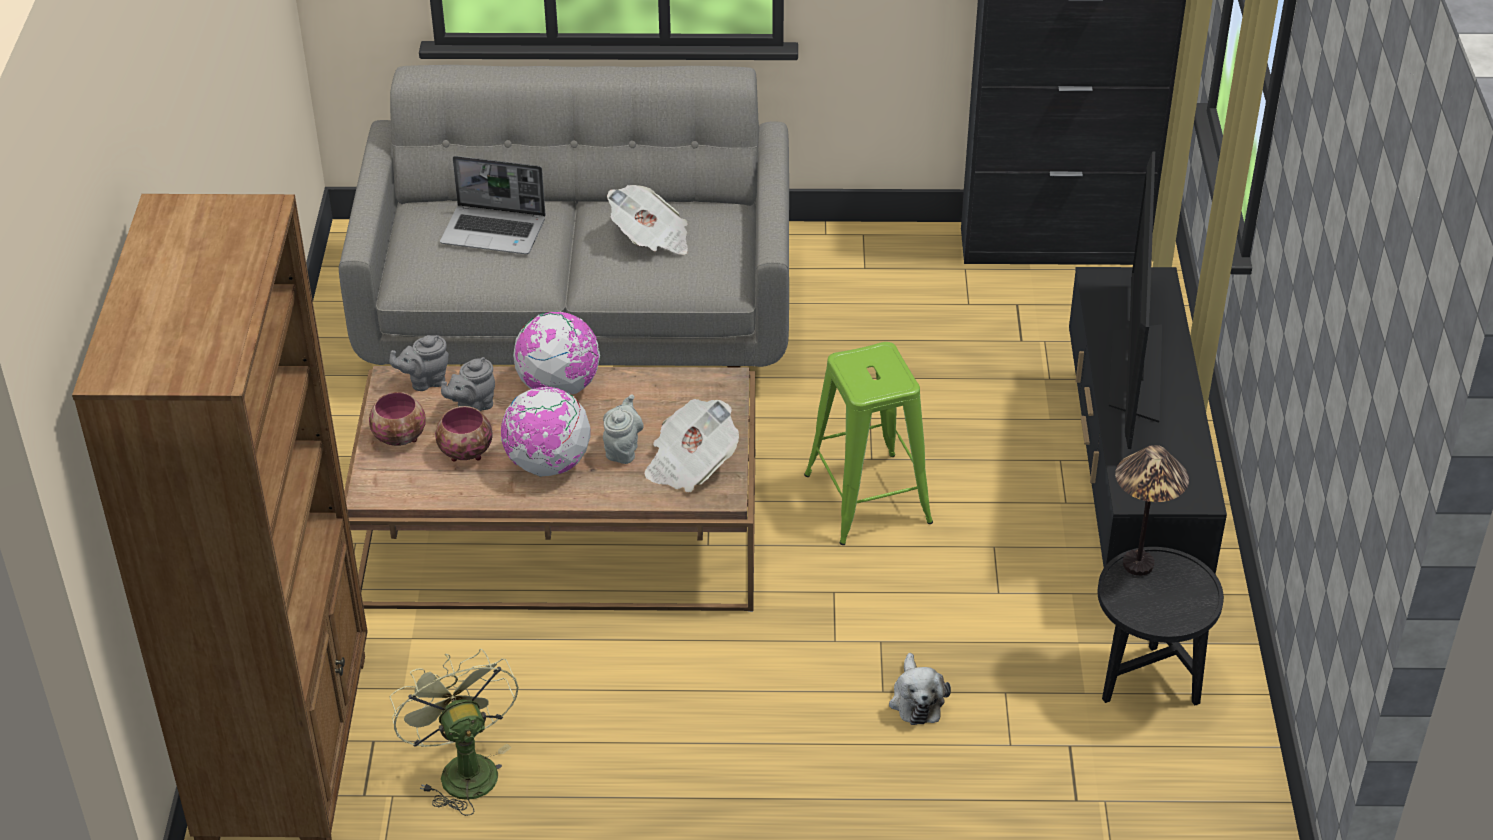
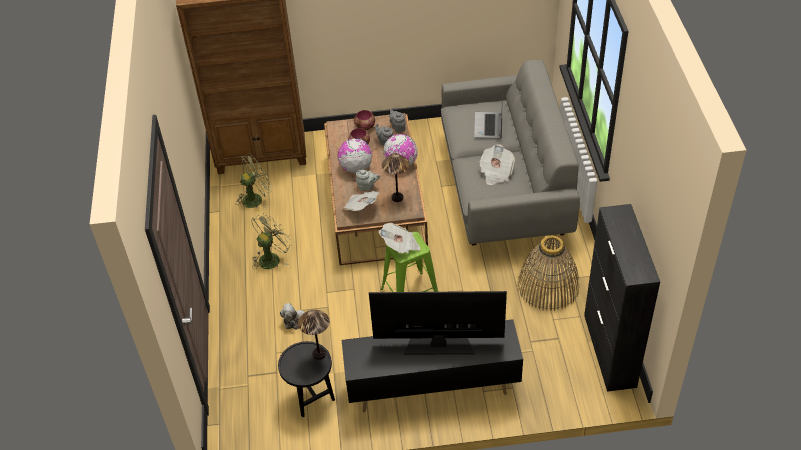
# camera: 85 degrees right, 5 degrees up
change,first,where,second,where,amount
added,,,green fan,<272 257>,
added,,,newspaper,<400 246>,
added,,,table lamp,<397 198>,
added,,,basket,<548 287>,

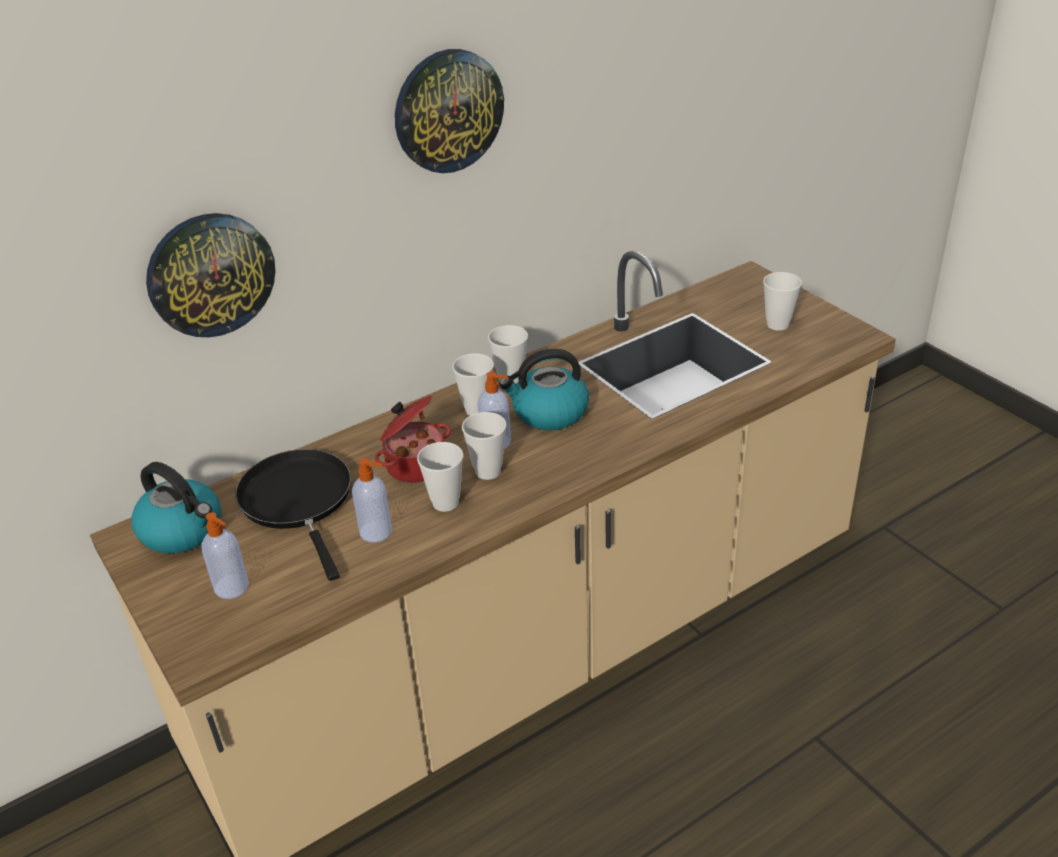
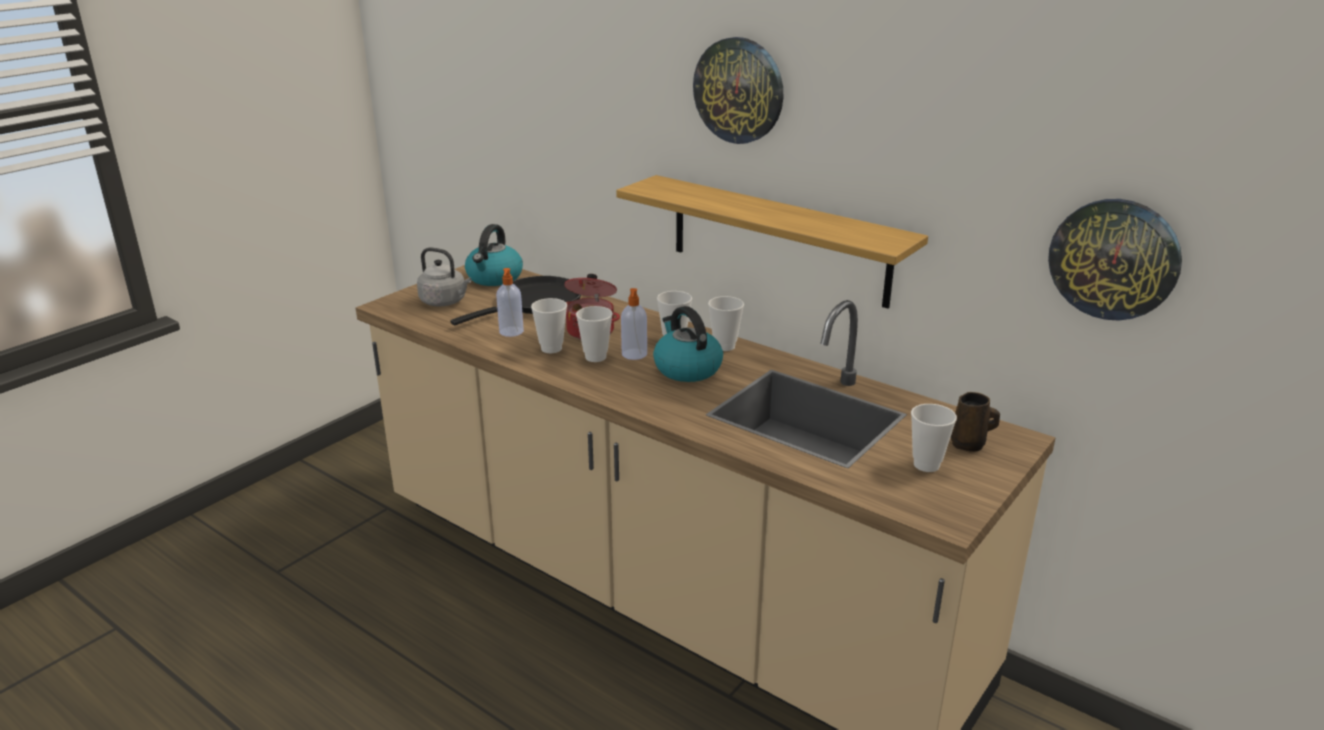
# camera: 70 degrees right, 10 degrees down
change,first,where,second,where,amount
added,,,shelf,<778 240>,
added,,,brown mug,<969 445>,
moved,wall clock,<210 274>,,<1114 259>,
replaced,soap dispenser,<232 587>,grey kettle,<445 302>,

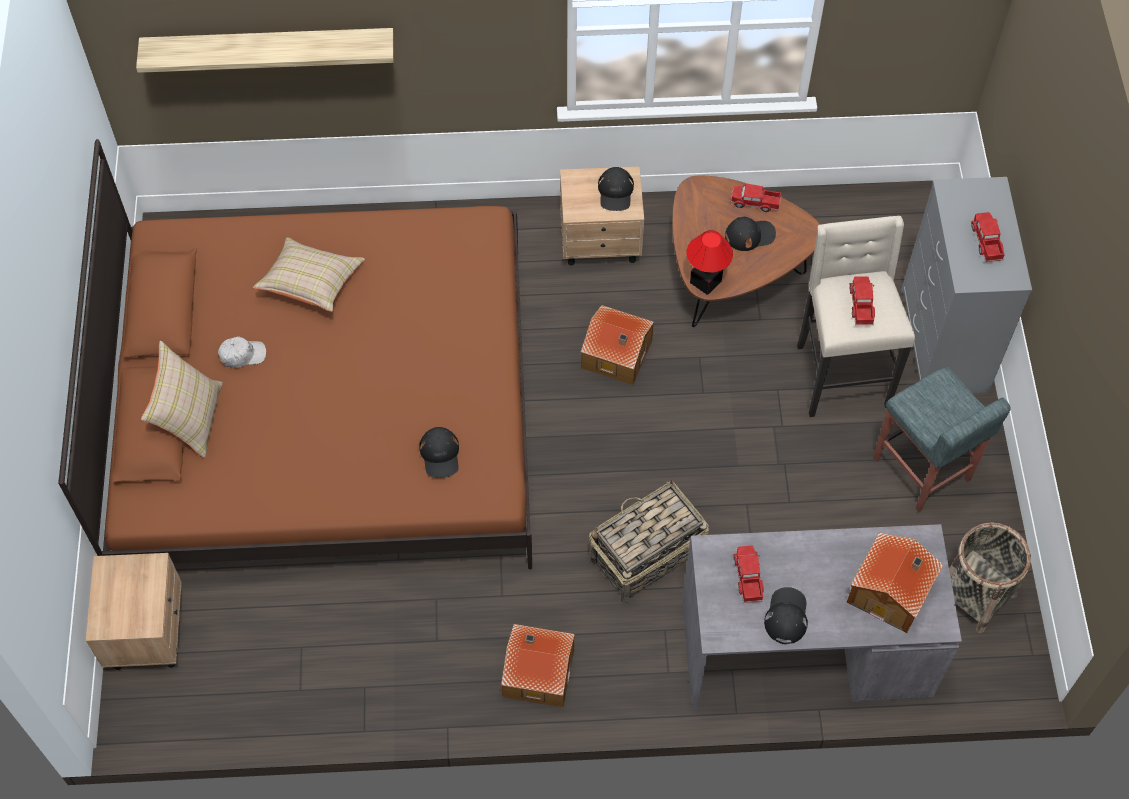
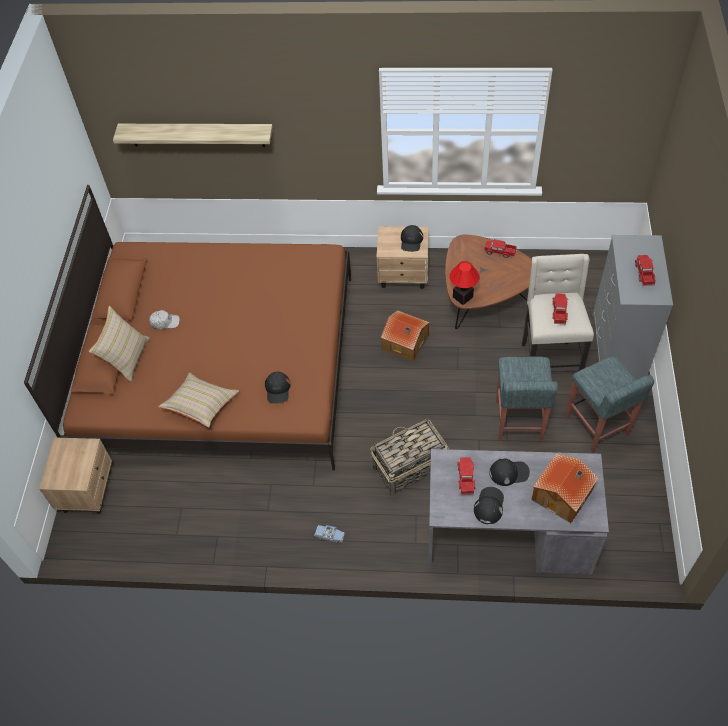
# camera: 10 degrees right, 5 degrees down
change,first,where,second,where,amount
removed,basket,<974 594>,,,
added,,,grey stool,<518 421>,
moved,beige pillow,<311 284>,,<201 406>,
moved,black cap,<750 235>,,<509 472>,
replaced,toy house,<537 671>,blue toy car,<329 535>,

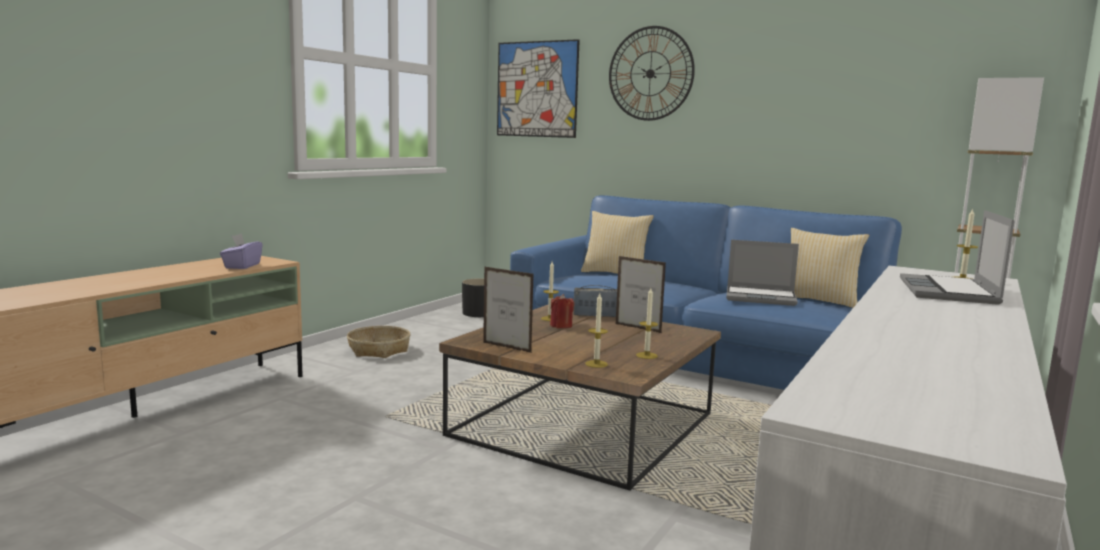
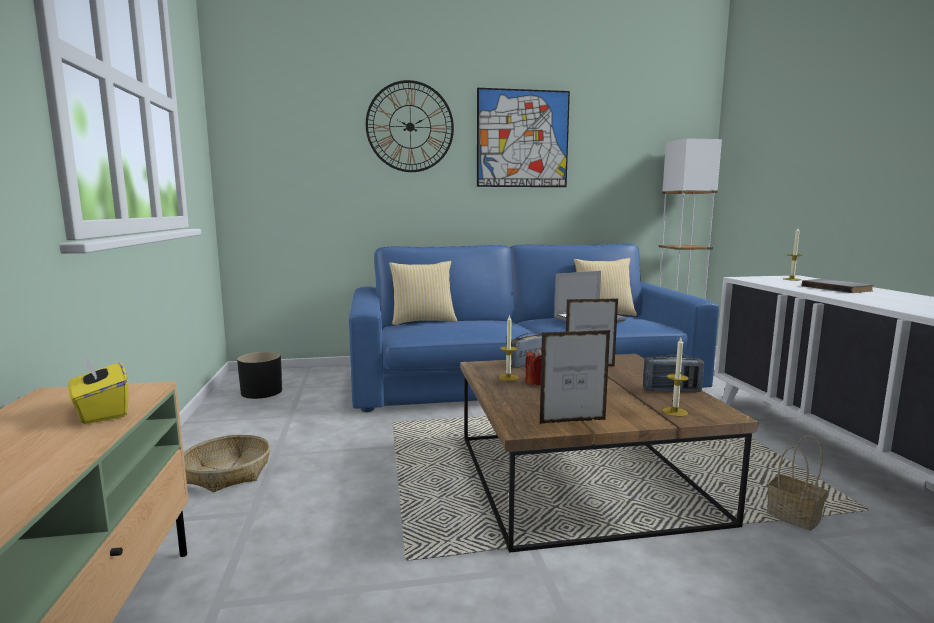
# camera: 40 degrees left, 0 degrees up
change,first,where,second,where,amount
added,,,basket,<795 516>,
moved,picture,<536 89>,,<522 139>,
replaced,candle,<646 355>,radio,<671 390>,
replaced,laptop,<949 292>,grey book,<838 288>,
recoloured,purple tissue box,<242 266>,yellow tissue box,<101 412>,

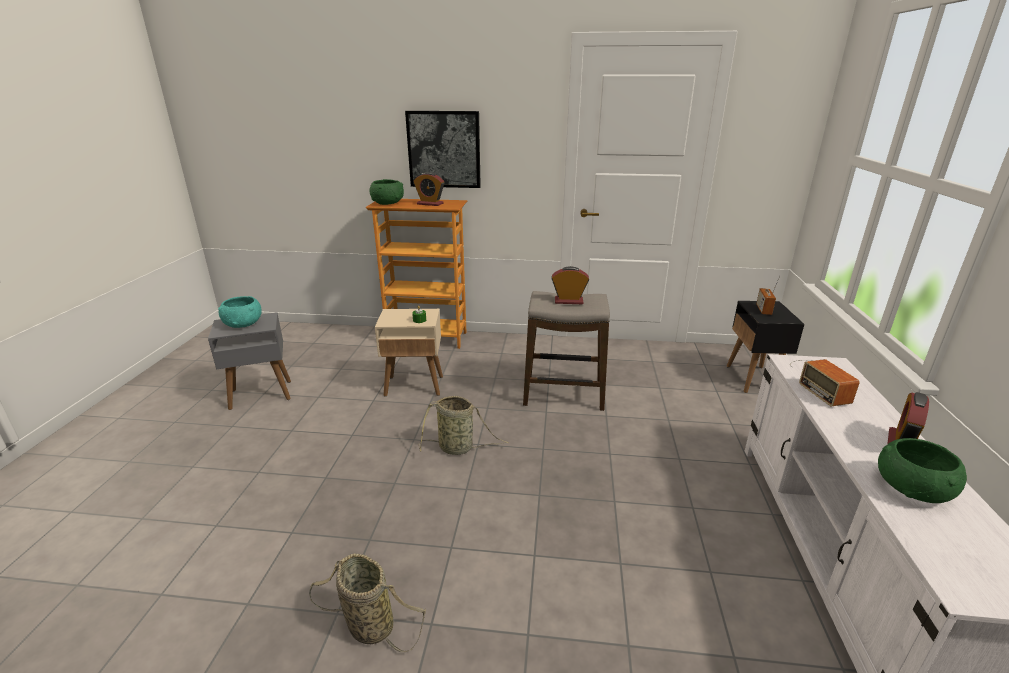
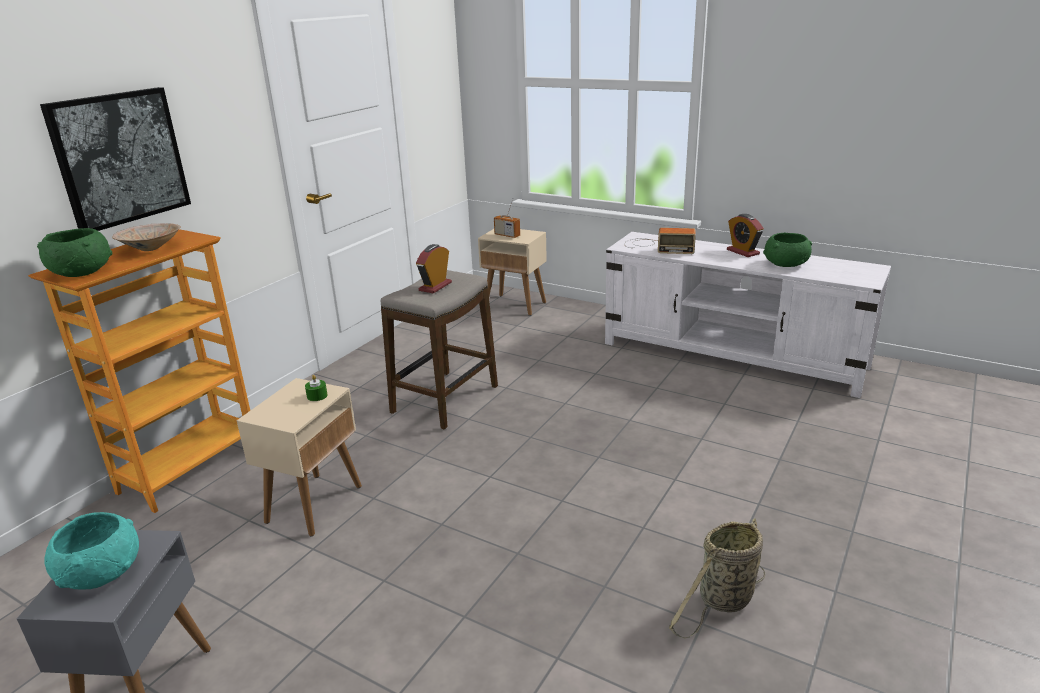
# camera: 65 degrees left, 0 degrees up
change,first,where,second,where,amount
removed,basket,<458 448>,,,
replaced,alarm clock,<430 204>,beige bowl,<151 248>,
recoloured,black side table,<753 379>,beige side table,<515 305>,

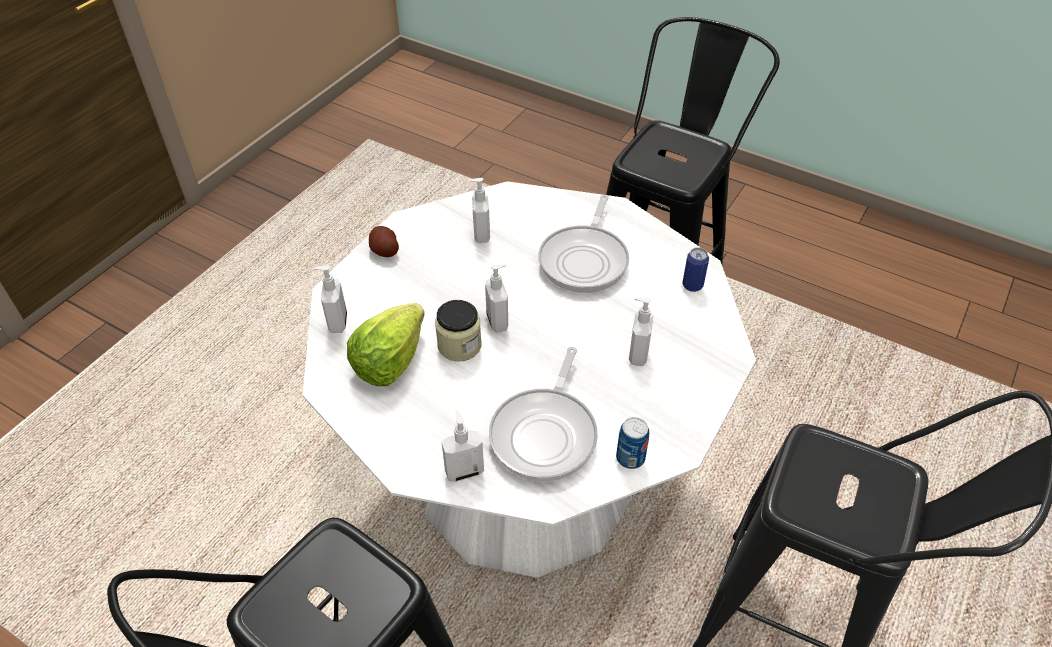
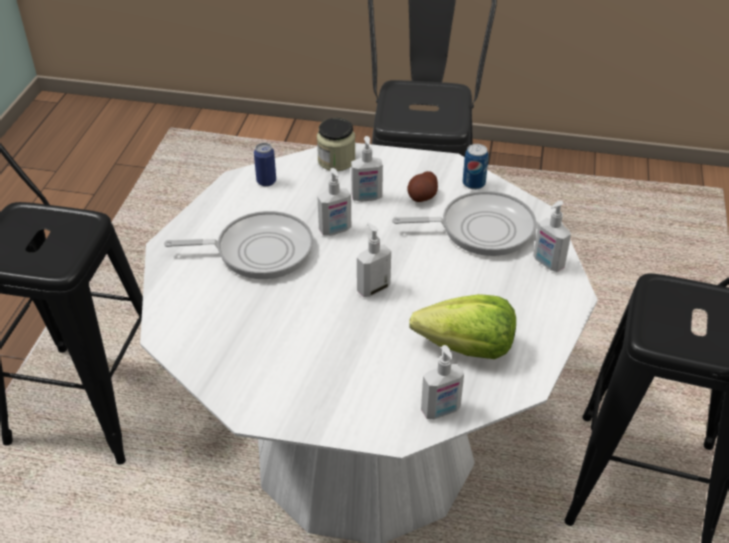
# camera: 110 degrees left, 5 degrees down
change,first,where,second,where,amount
moved,potato,<384 251>,,<422 197>,
moved,jar,<459 345>,,<336 160>,
moved,soap dispenser,<481 234>,,<335 230>,

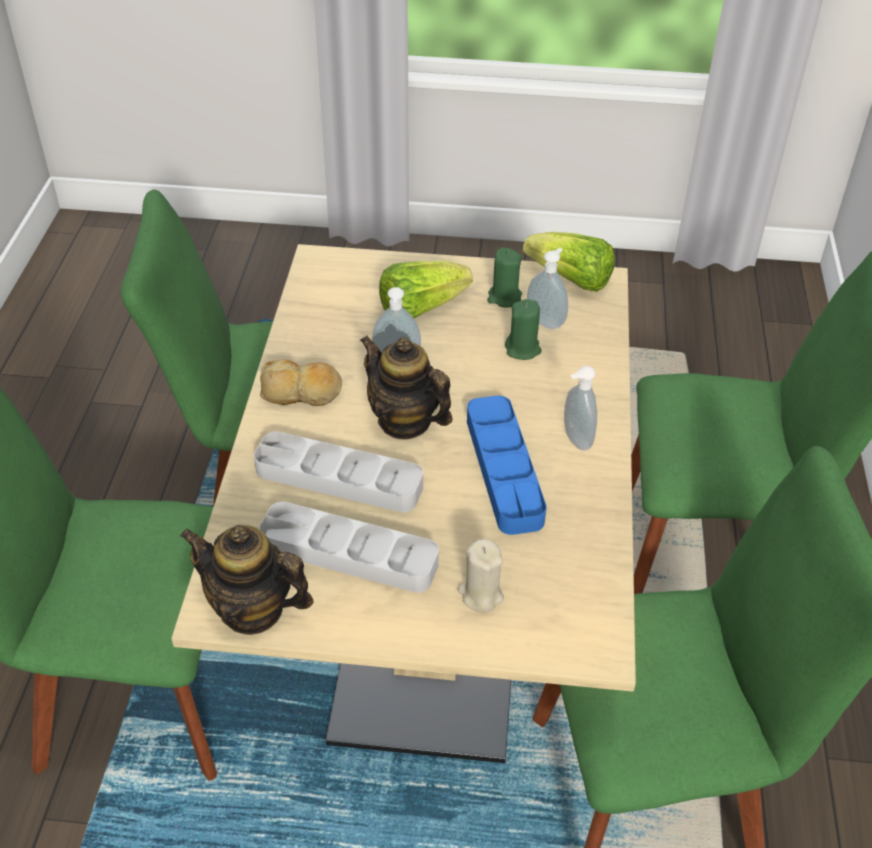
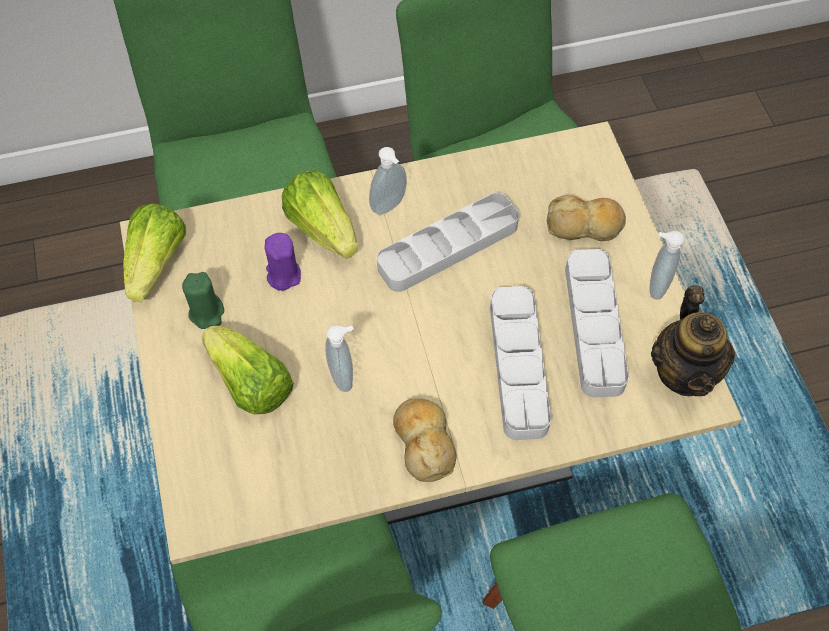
# camera: 110 degrees left, 15 degrees up
change,first,where,second,where,amount
removed,teapot,<405 421>,,,
added,,,lettuce,<322 228>,
moved,soap dispenser,<546 321>,,<655 285>,
replaced,beige candle,<480 594>,bread,<584 225>,
recoloured,blue tray,<504 469>,grey tray,<448 247>,
recoloured,green candle,<523 349>,purple candle,<283 275>,

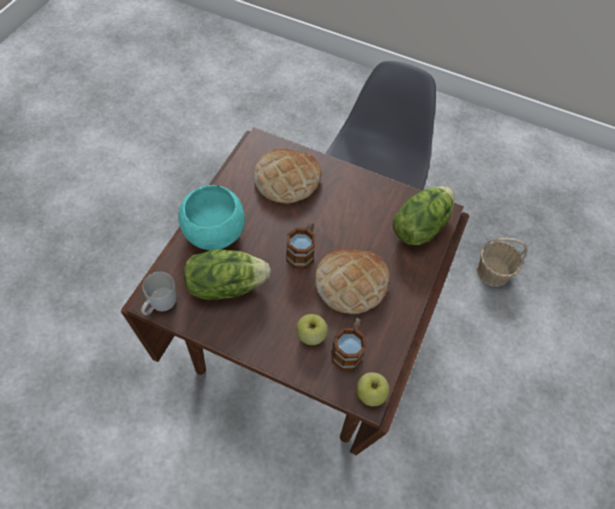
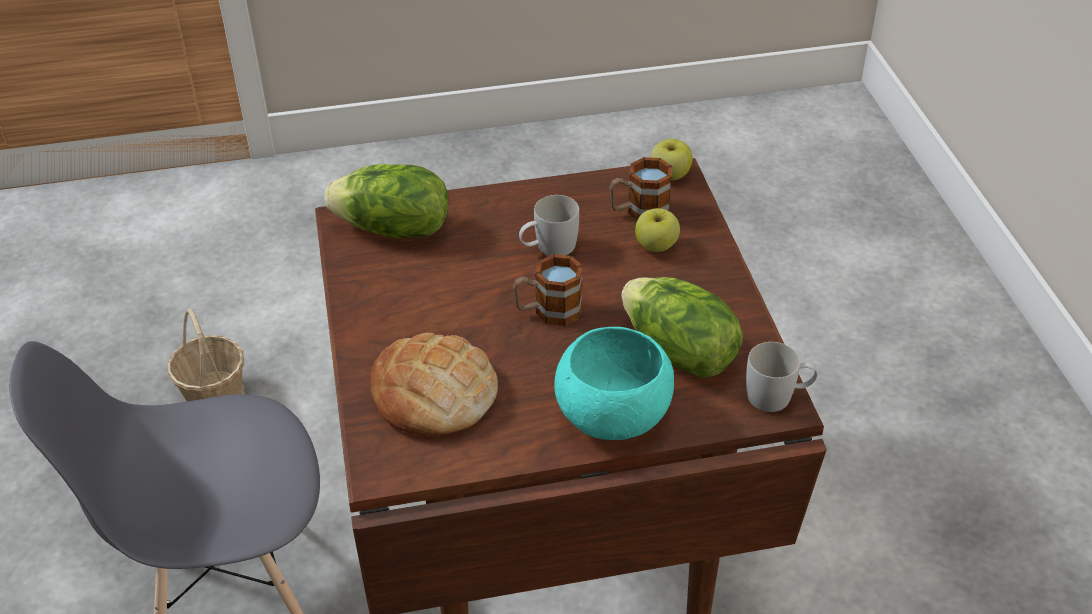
# camera: 120 degrees left, 15 degrees down
change,first,where,second,where,amount
replaced,bread,<351 283>,white mug,<548 248>,

